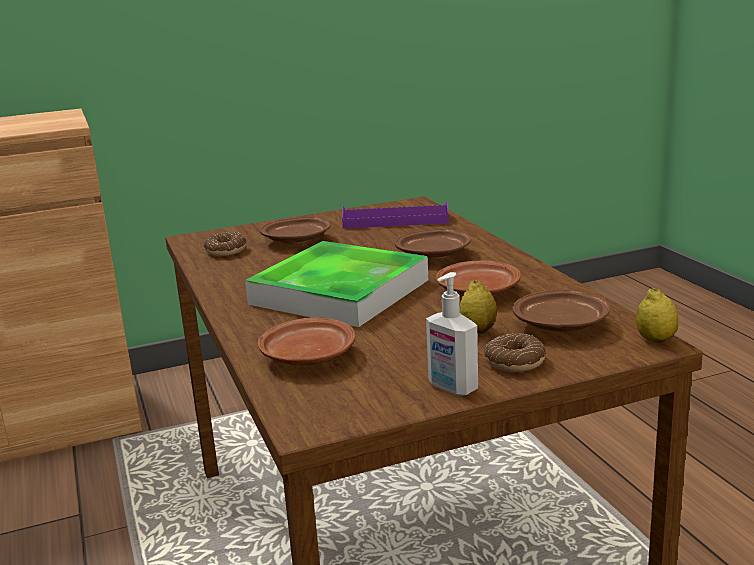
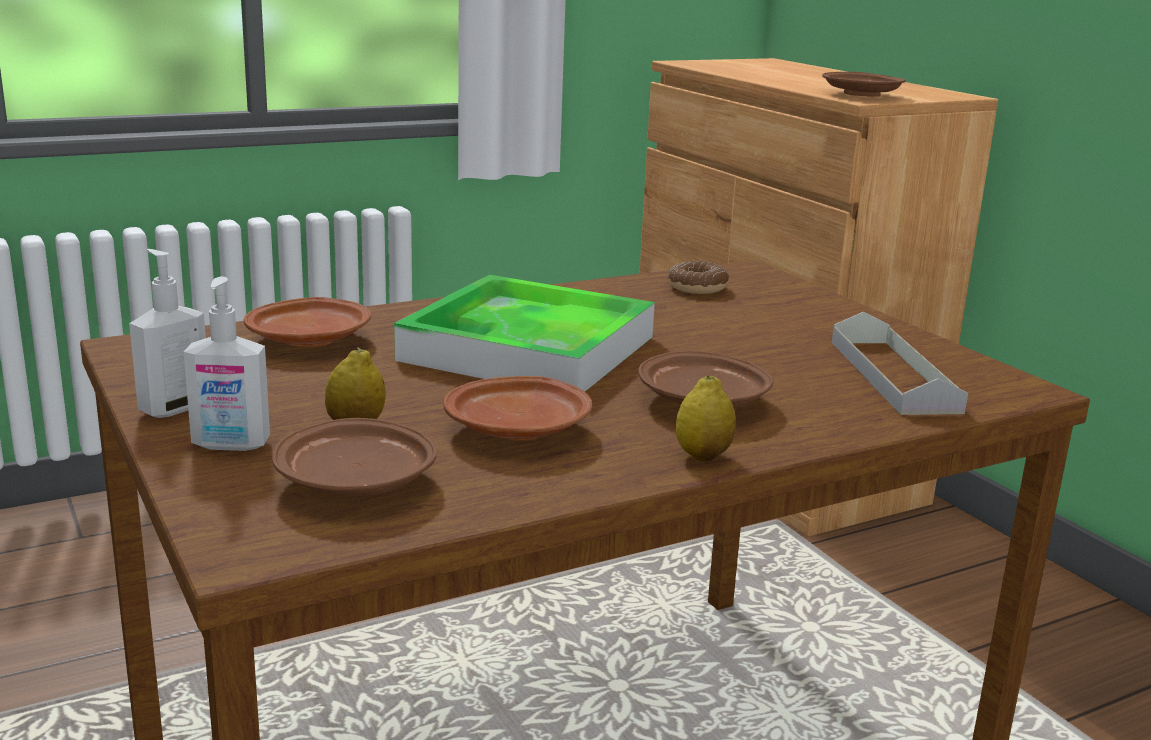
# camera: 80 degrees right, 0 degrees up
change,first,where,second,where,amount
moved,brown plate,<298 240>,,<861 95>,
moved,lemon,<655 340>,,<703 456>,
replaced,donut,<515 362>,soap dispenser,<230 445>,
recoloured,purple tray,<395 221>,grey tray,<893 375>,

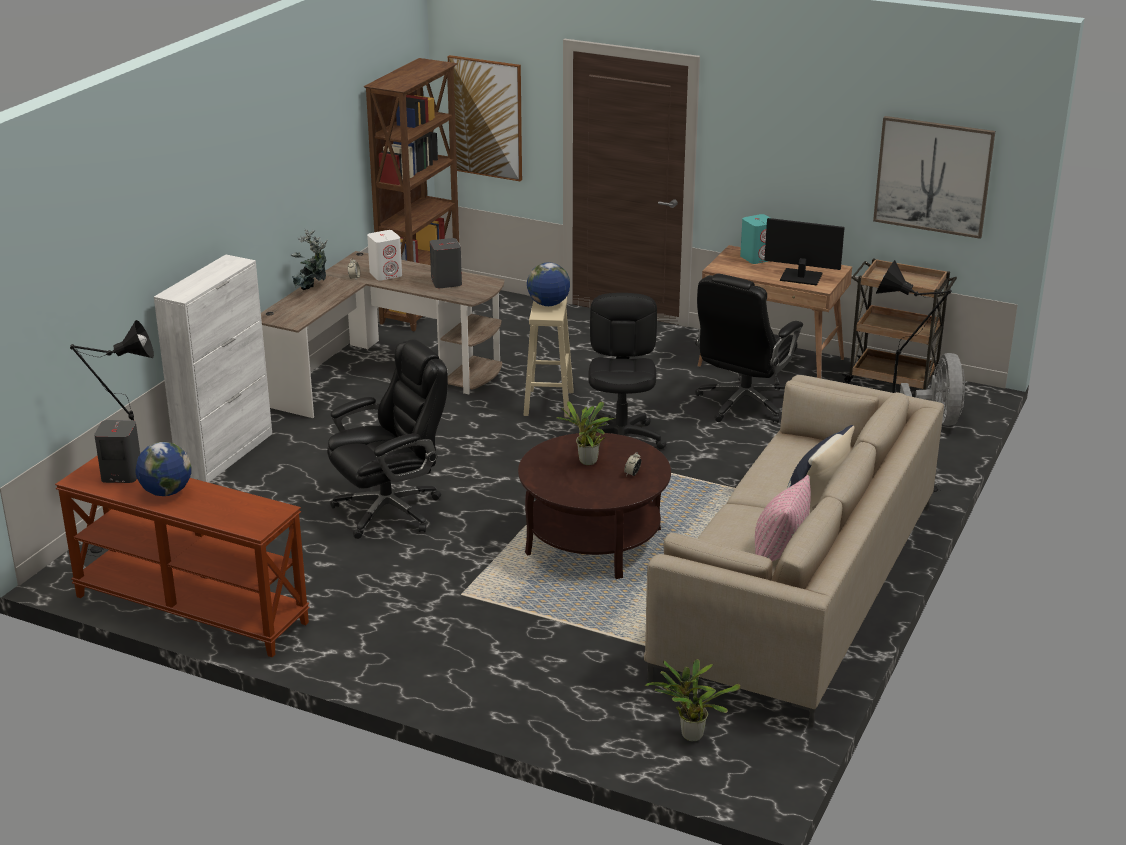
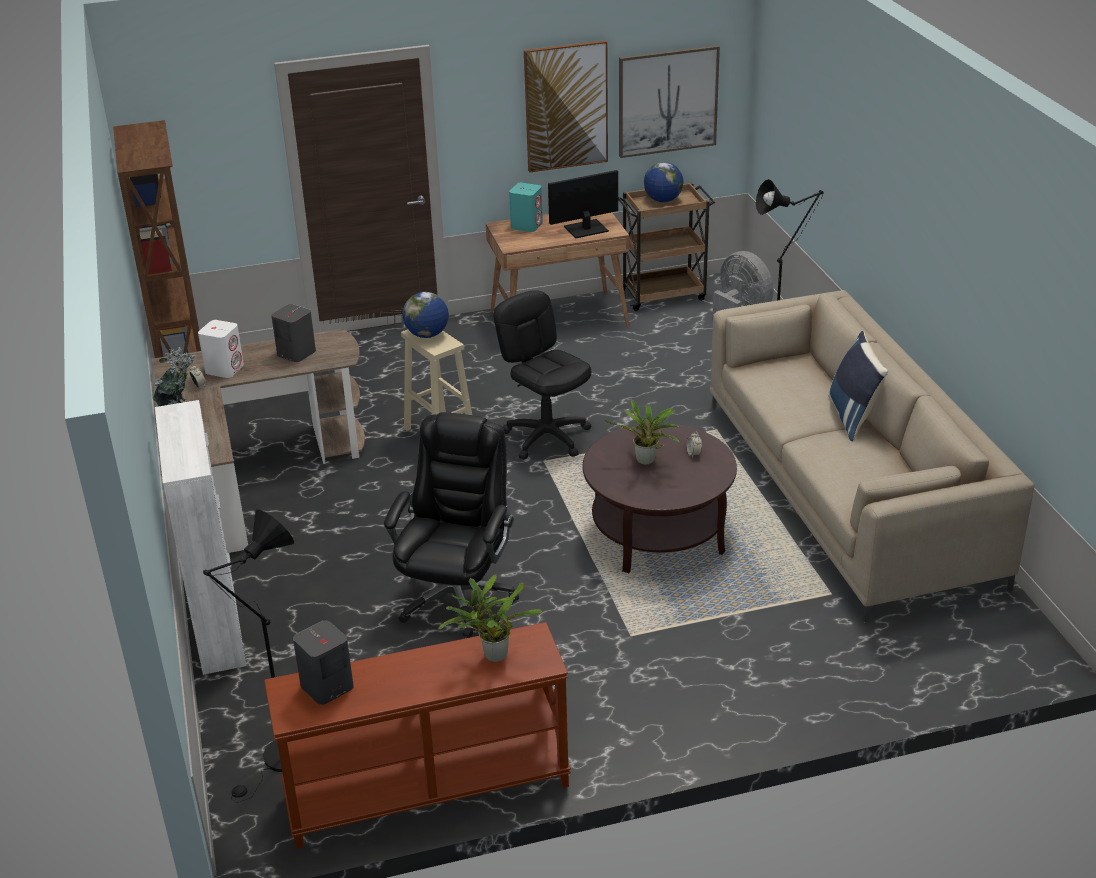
# camera: 40 degrees left, 5 degrees up
change,first,where,second,where,amount
removed,black office chair,<743 404>,,,
removed,pink pillow,<778 552>,,,
moved,globe,<166 492>,,<663 200>,
moved,picture,<486 118>,,<566 106>,
moved,potted plant,<689 734>,,<492 655>,

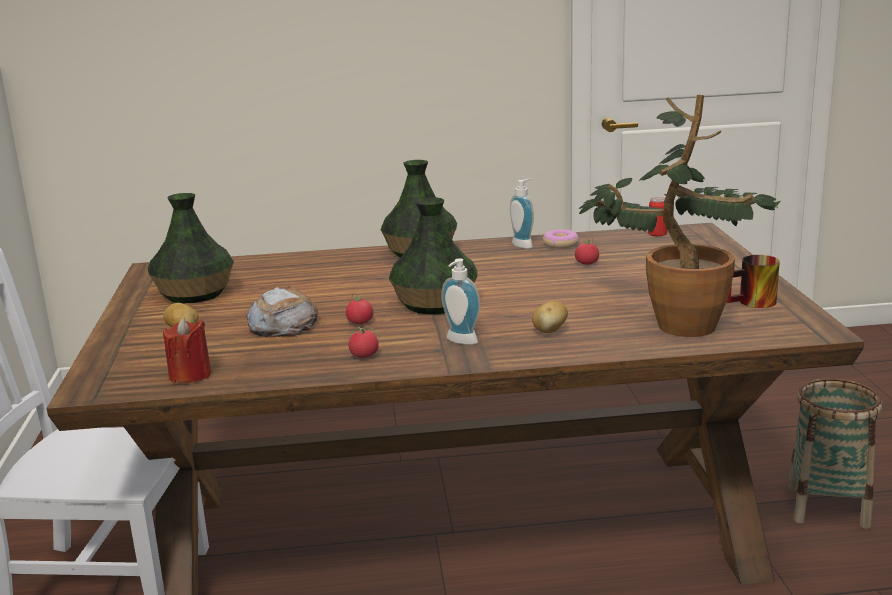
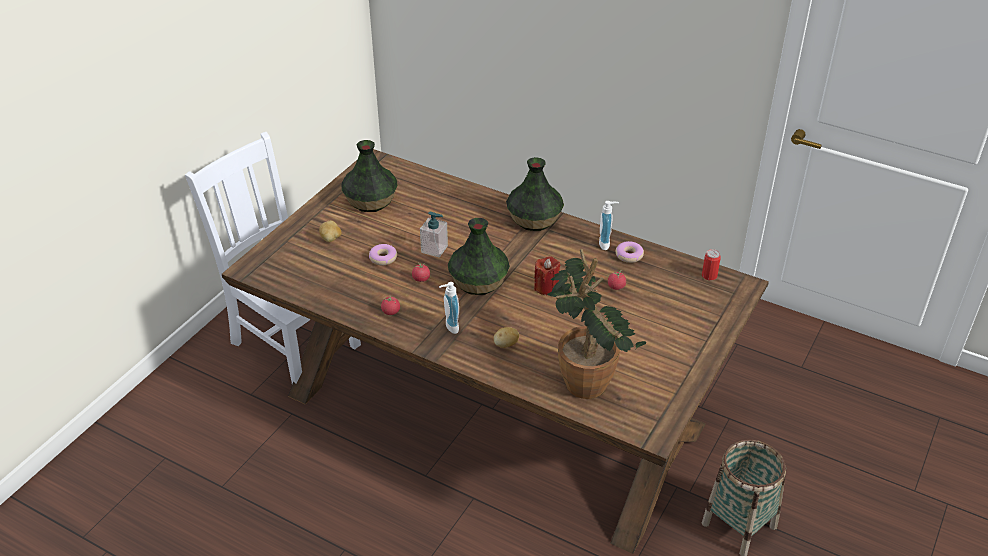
# camera: 35 degrees right, 20 degrees up
change,first,where,second,where,amount
removed,mug,<753 303>,,,
added,,,soap dispenser,<434 249>,
moved,red candle,<190 375>,,<546 287>,
replaced,bread,<282 324>,donut,<383 258>,

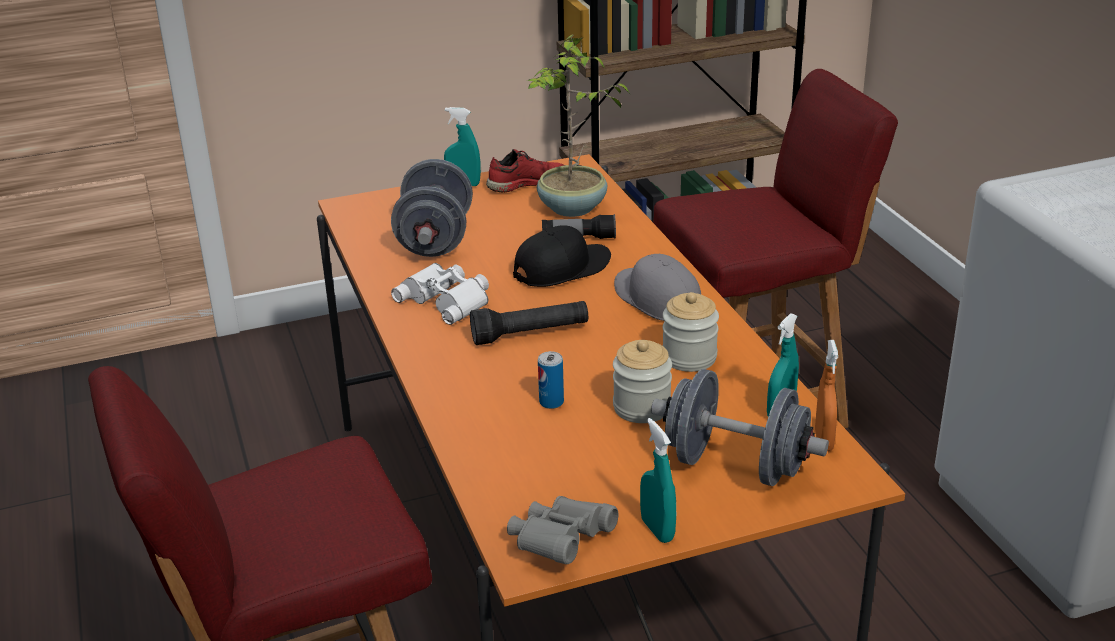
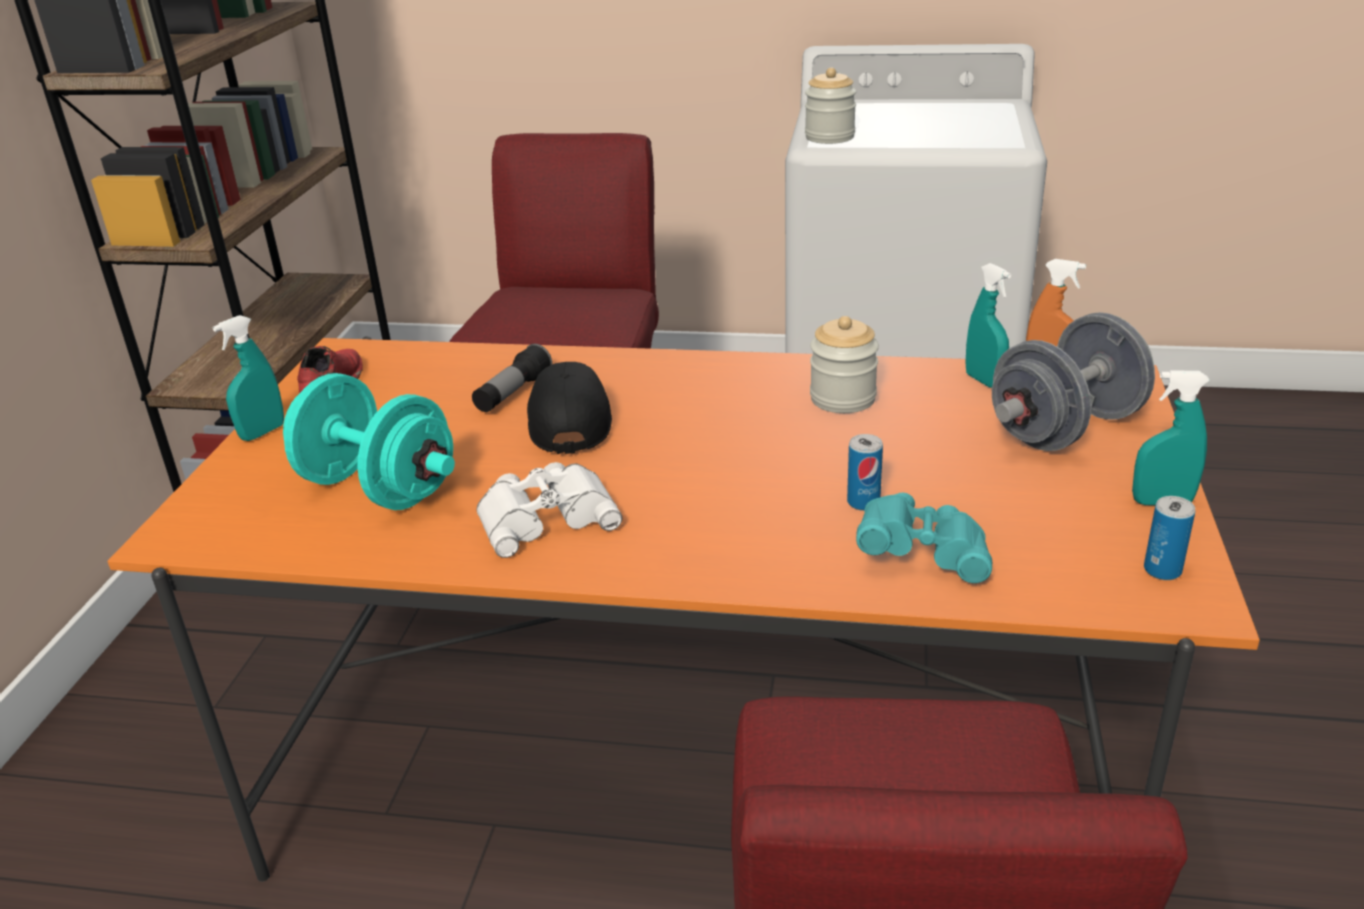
# camera: 60 degrees left, 0 degrees up
change,first,where,second,where,amount
removed,black flashlight,<530 334>,,,
removed,potted plant,<572 209>,,,
removed,grey cap,<656 299>,,,
added,,,turquoise binoculars,<923 555>,
moved,jar,<642 407>,,<829 137>,
replaced,grey binoculars,<560 543>,can,<1162 570>,
recoloured,grey dumbbell,<435 239>,turquoise dumbbell,<378 488>,

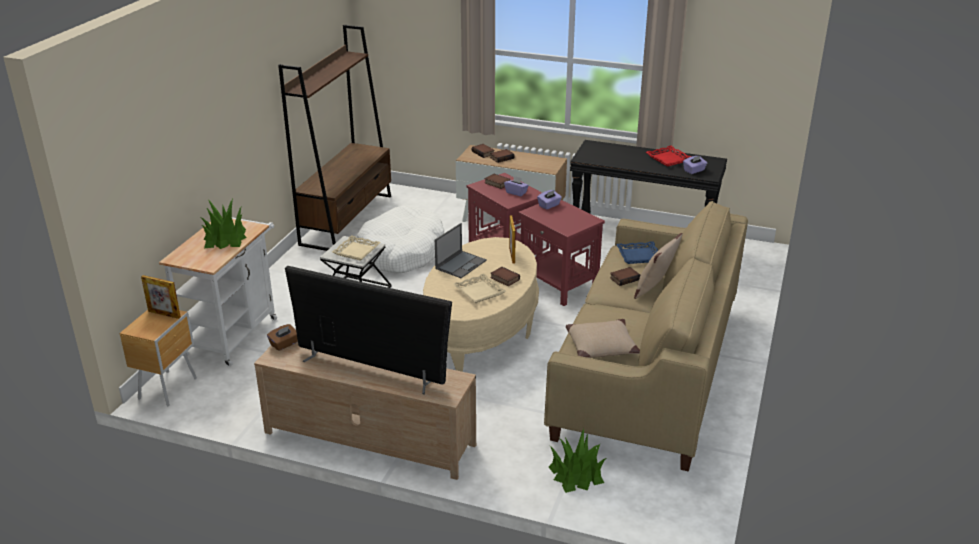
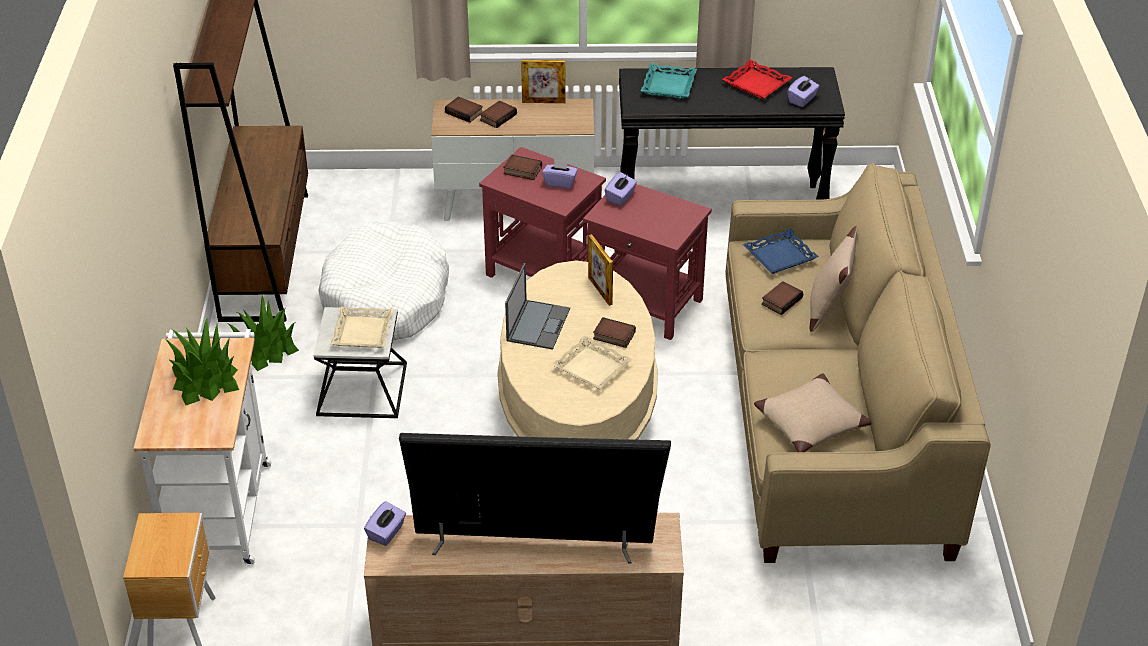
# camera: 20 degrees left, 10 degrees up
change,first,where,second,where,amount
added,,,turquoise tray,<669 85>,
moved,picture frame,<164 314>,,<543 102>,
moved,potted plant,<576 474>,,<265 348>,
recoloured,brown tissue box,<284 344>,purple tissue box,<386 533>,

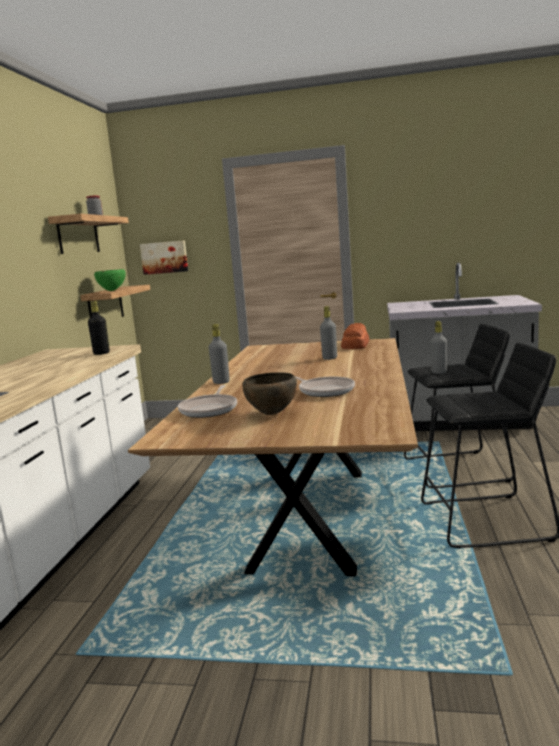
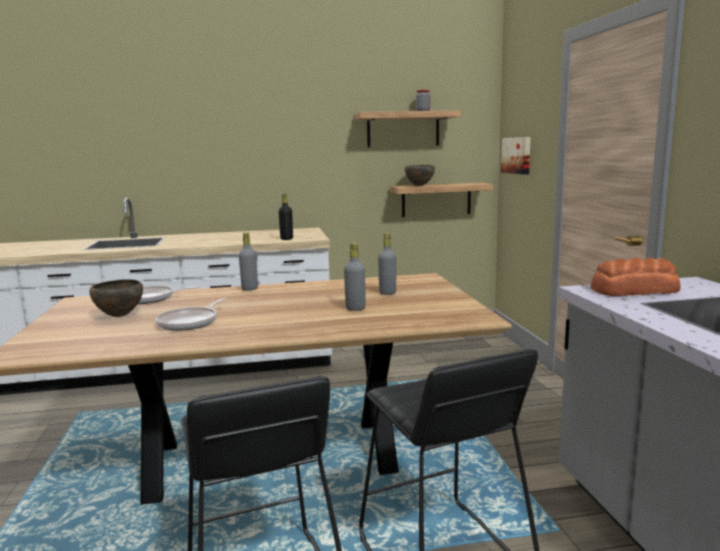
# camera: 70 degrees right, 0 degrees up
change,first,where,second,where,amount
moved,bread,<355 344>,,<633 290>,
moved,grey bottle,<439 372>,,<387 293>,
recoloured,green bowl,<112 290>,brown bowl,<419 186>,

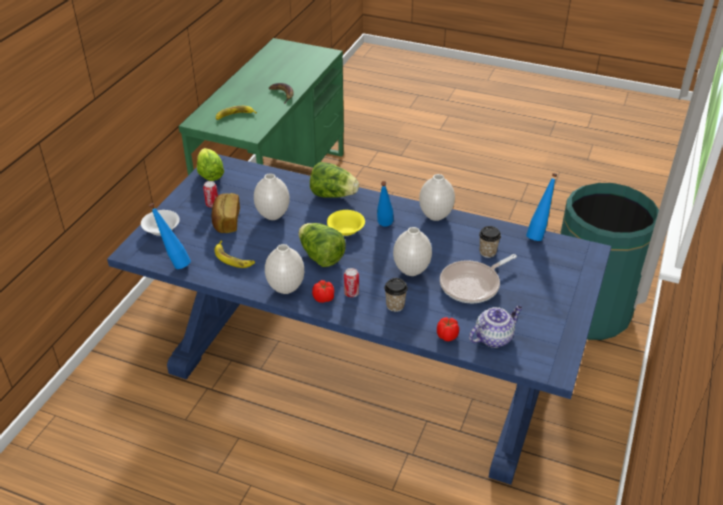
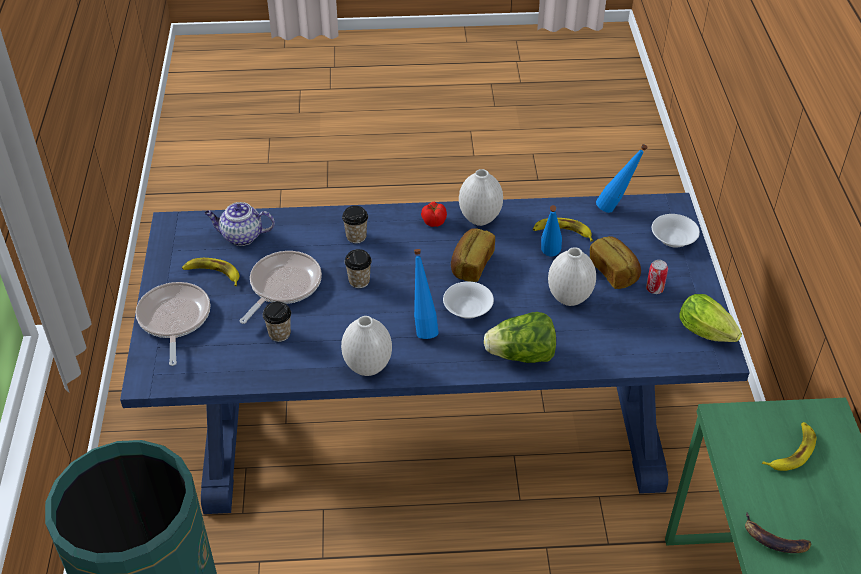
# camera: 155 degrees right, 5 degrees up
change,first,where,second,where,amount
removed,can,<351 293>,,,
removed,tomato,<447 336>,,,
added,,,frying pan,<174 319>,
added,,,banana,<213 274>,
moved,blue bottle,<538 234>,,<549 258>,
replaced,lettuce,<320 256>,bread,<471 265>,
replaced,white vase,<412 270>,cup,<359 281>,
recoloured,yellow bowl,<346 229>,white bowl,<467 309>,
turned,teapot,<494 337>,,<241 236>,60 degrees clockwise

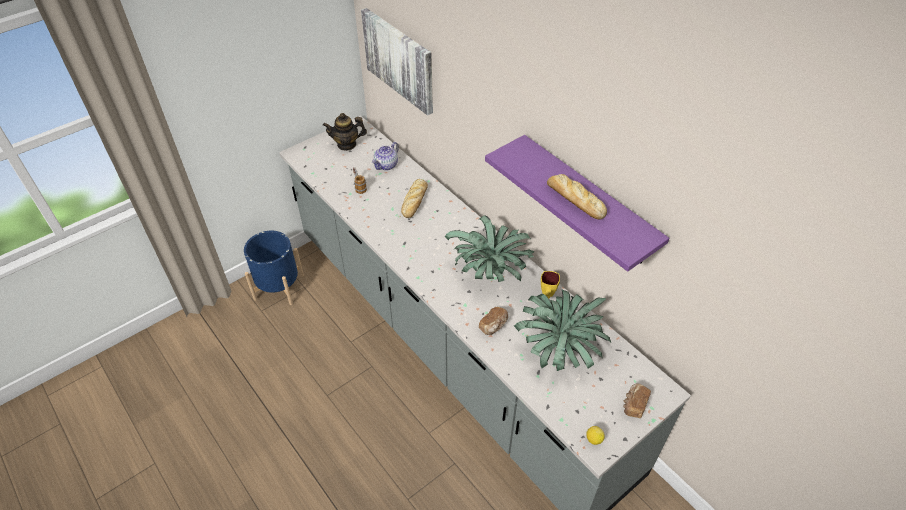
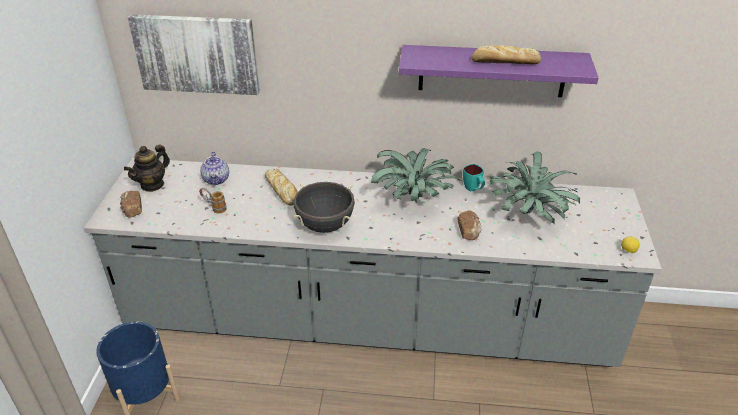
# camera: 45 degrees left, 10 degrees down
change,first,where,second,where,amount
added,,,black cooking pot,<325 225>,
moved,bread,<634 404>,,<132 210>,
recoloured,yellow mug,<547 295>,turquoise mug,<473 189>,

